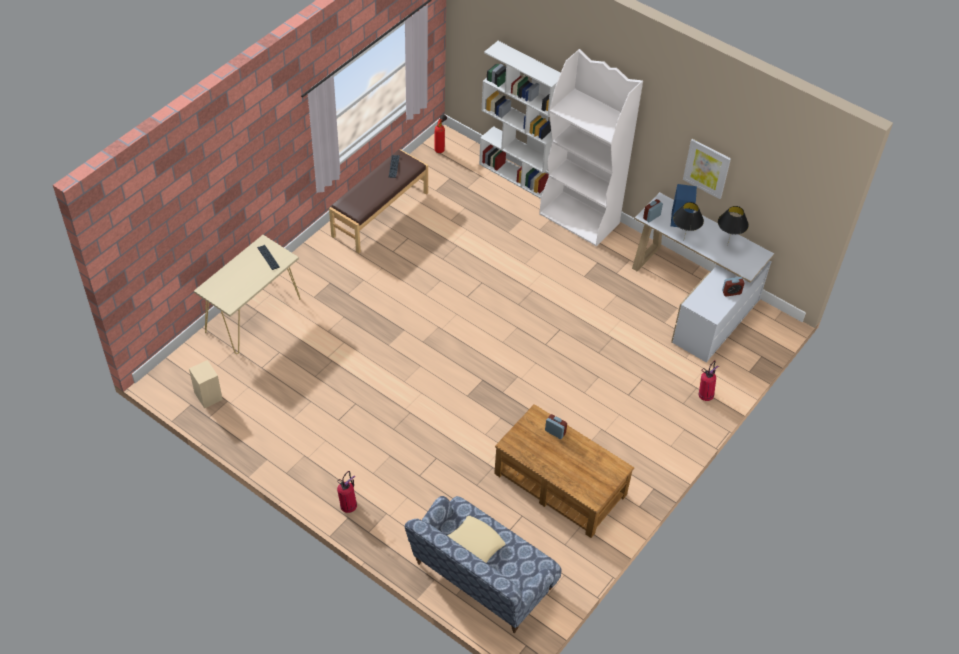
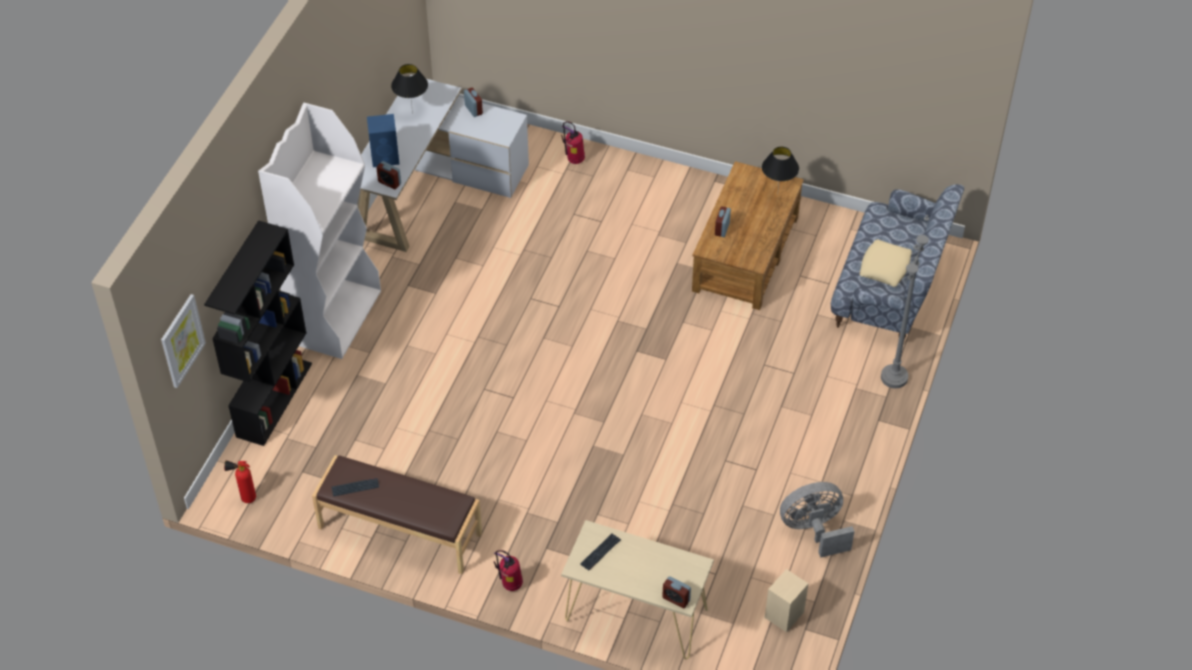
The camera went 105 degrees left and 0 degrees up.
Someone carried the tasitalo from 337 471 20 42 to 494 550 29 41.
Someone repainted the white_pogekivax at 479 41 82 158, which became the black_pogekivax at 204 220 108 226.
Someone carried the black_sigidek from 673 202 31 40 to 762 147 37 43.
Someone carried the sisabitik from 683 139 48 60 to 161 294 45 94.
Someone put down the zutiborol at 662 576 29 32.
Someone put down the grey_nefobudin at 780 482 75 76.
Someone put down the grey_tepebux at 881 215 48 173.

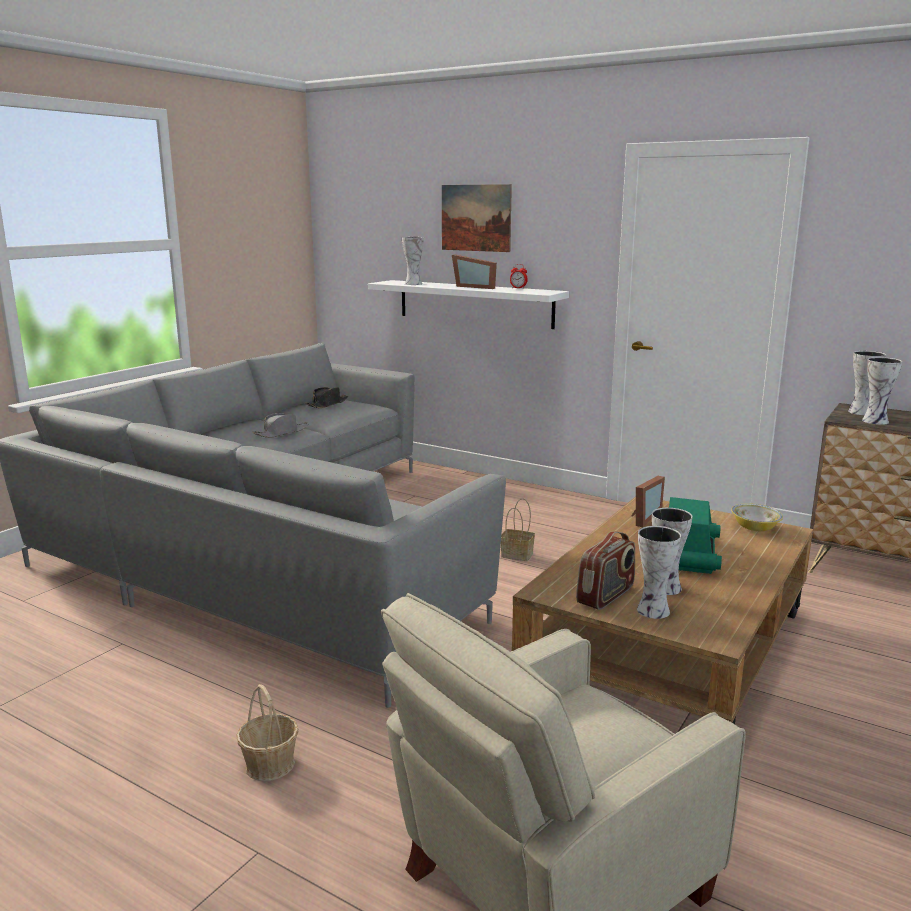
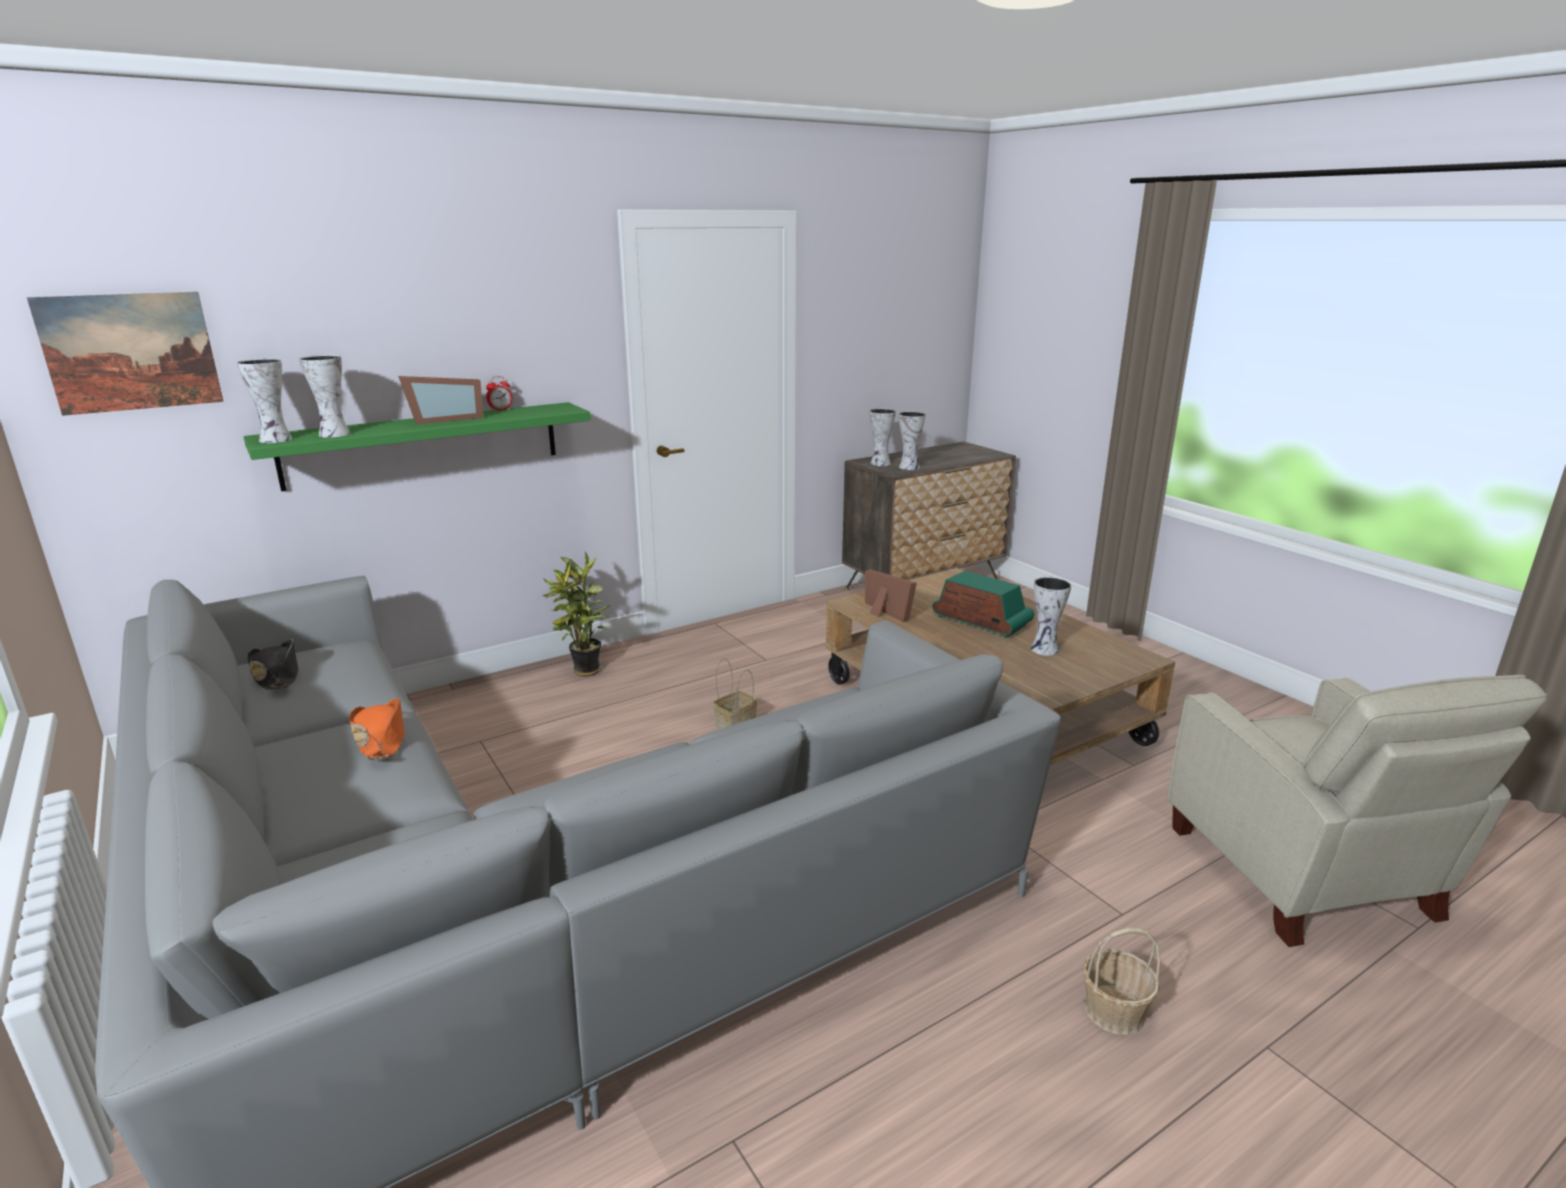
The camera went 65 degrees left and 5 degrees up.
Someone repainted the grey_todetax at 252 413 57 25, which became the orange_todetax at 349 698 55 61.
Someone repainted the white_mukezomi at 368 280 201 49, which became the green_mukezomi at 244 402 347 89.
Someone carried the sisabitik from 442 184 70 68 to 27 292 197 124.
Someone took away the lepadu at 576 531 59 79.
Someone carried the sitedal from 637 526 44 93 to 237 358 55 85.
Someone took away the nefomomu at 731 503 52 28.
Someone put down the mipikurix at 543 551 67 126.

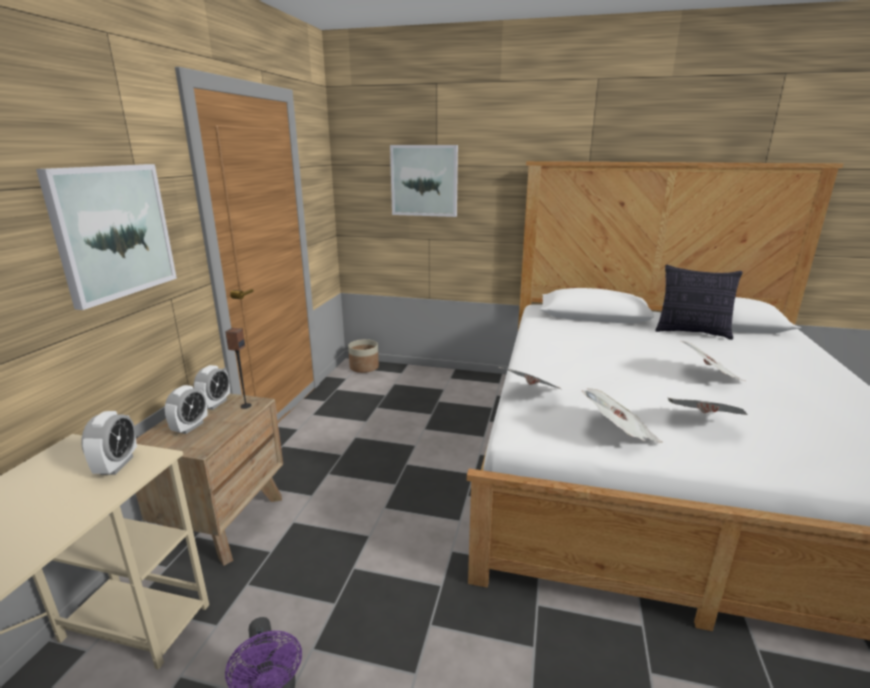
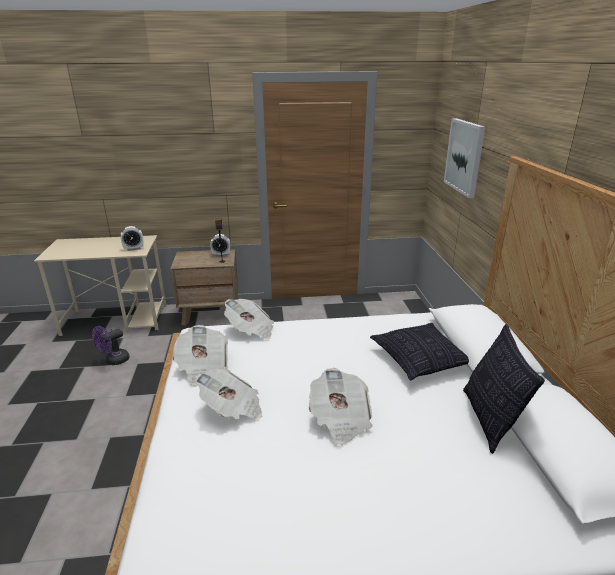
The camera went 70 degrees right and 5 degrees up.
Someone took away the sisabitik at 36 164 141 146.
Someone took away the zutiborol at 165 385 43 49.
Someone took away the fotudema at 348 339 31 34.
Someone put down the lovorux at 370 323 99 57.

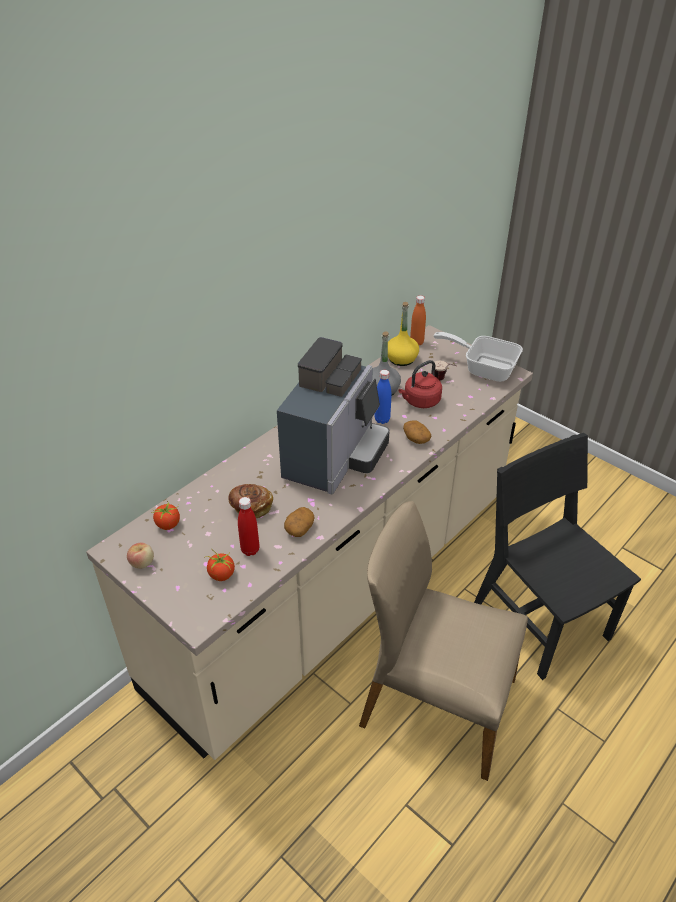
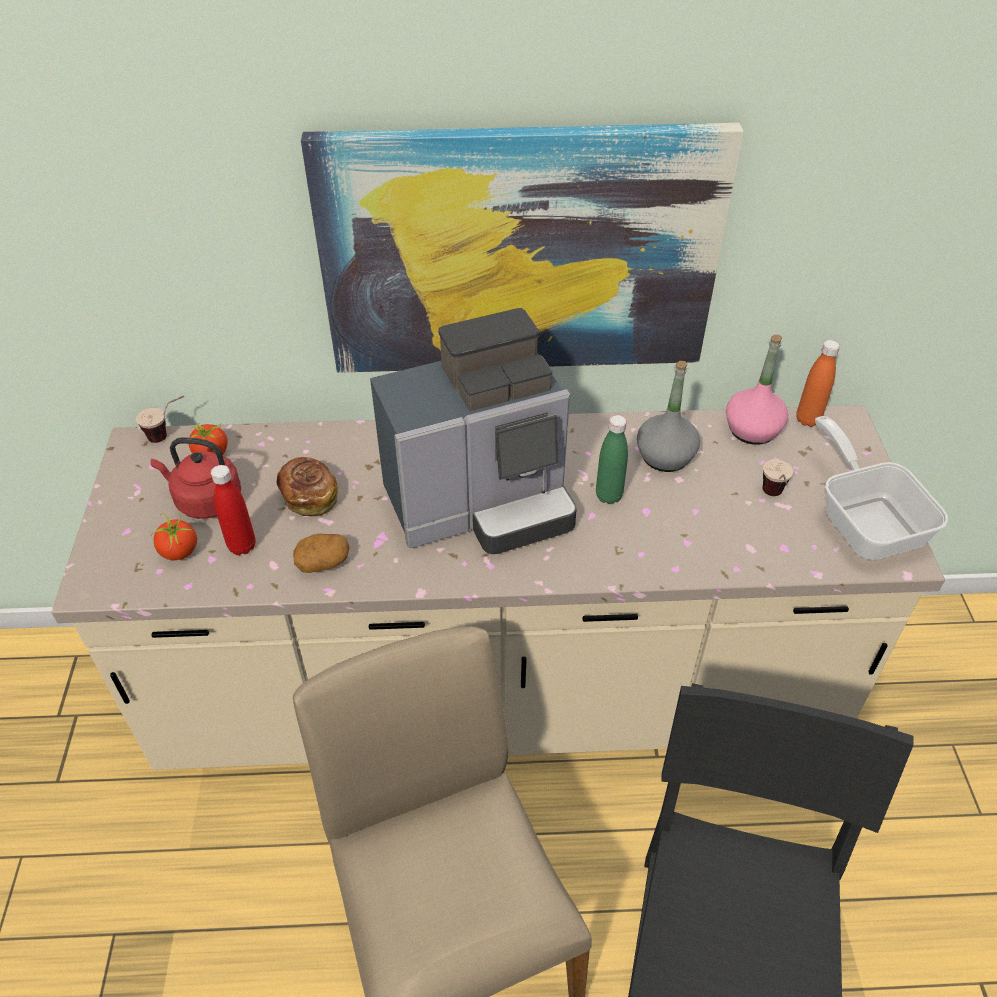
The camera went 45 degrees right and 5 degrees up.
Someone took away the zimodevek at 127 543 27 26.
Someone repainted the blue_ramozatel at 375 370 16 54, which became the green_ramozatel at 596 415 32 89.
Someone repainted the yellow_ramozatel at 388 302 31 64, which became the pink_ramozatel at 726 335 62 110.
Someone carried the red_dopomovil from 398 360 44 48 to 150 438 91 81.
Someone took away the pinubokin at 403 420 28 24.
Someone put down the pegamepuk at 136 396 48 47.
Someone put up the sisabitik at 301 123 442 250.

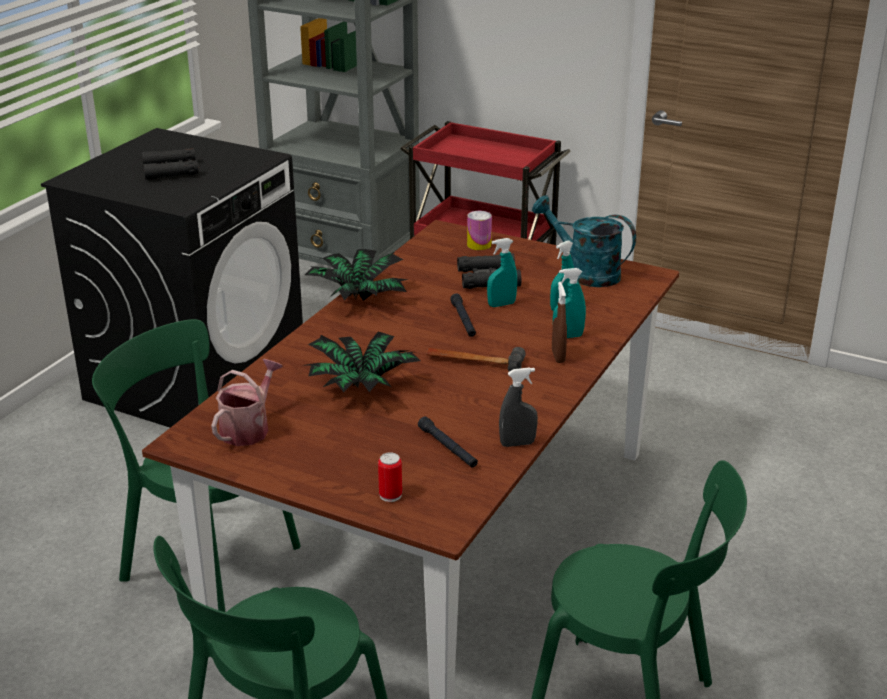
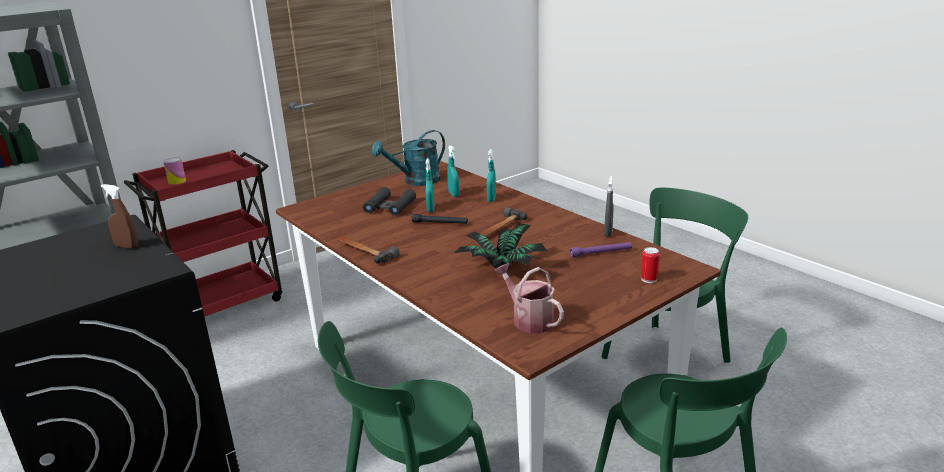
The camera went 65 degrees left and 5 degrees down.
Someone took away the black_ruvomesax at 142 148 57 32.
Someone swapped the mipikurix at 305 249 104 52 for the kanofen at 337 236 62 28.
Someone repainted the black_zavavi at 418 416 60 52, which became the purple_zavavi at 570 242 62 15.
Someone carried the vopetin from 467 211 25 39 to 163 157 23 28.
Someone carried the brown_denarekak from 552 282 15 81 to 101 184 37 65.

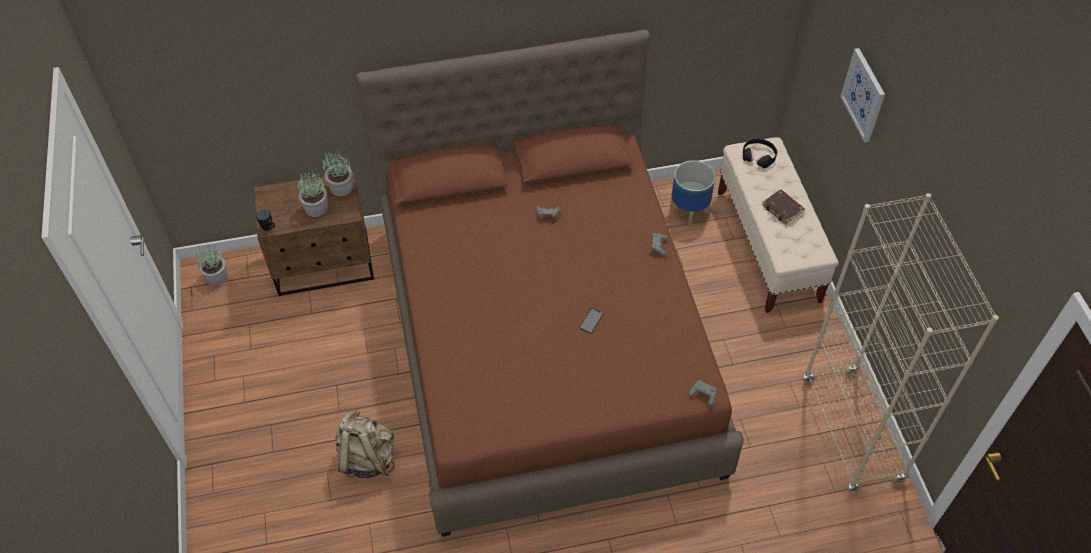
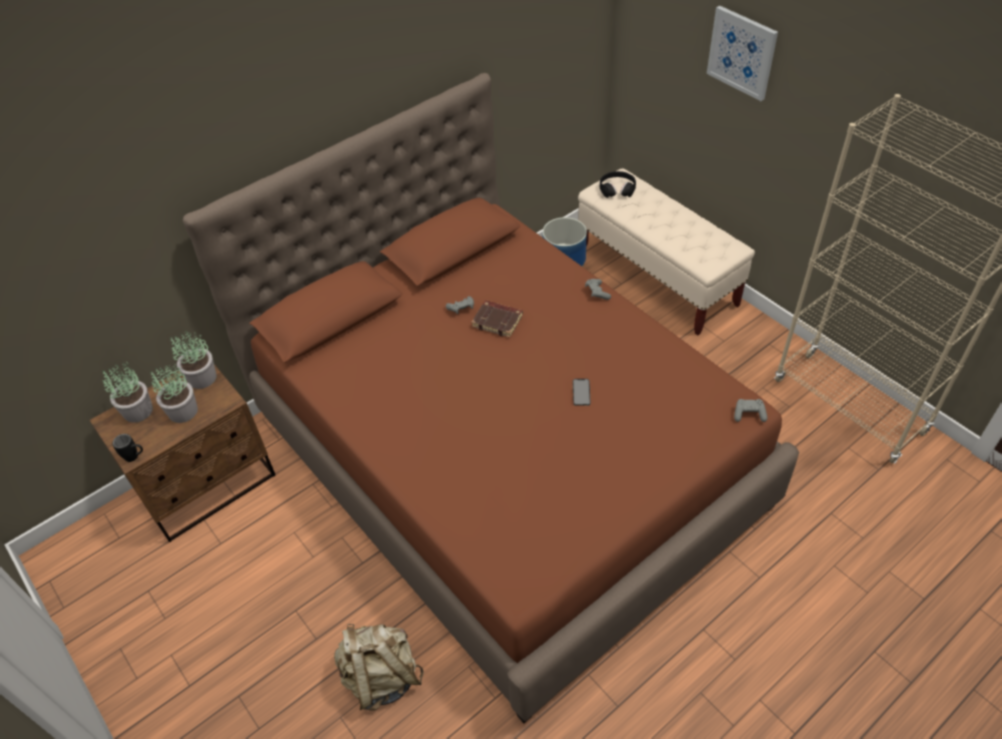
The camera went 25 degrees left and 5 degrees down.
Someone carried the mipikurix from 196 244 31 42 to 102 361 51 62.
Someone carried the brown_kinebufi from 762 190 43 35 to 471 300 52 38.

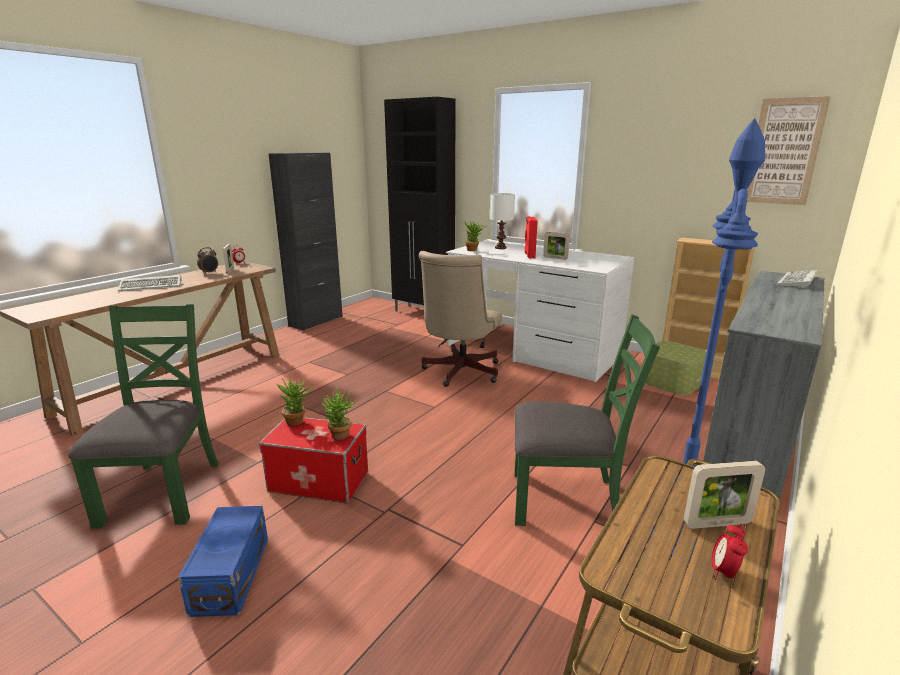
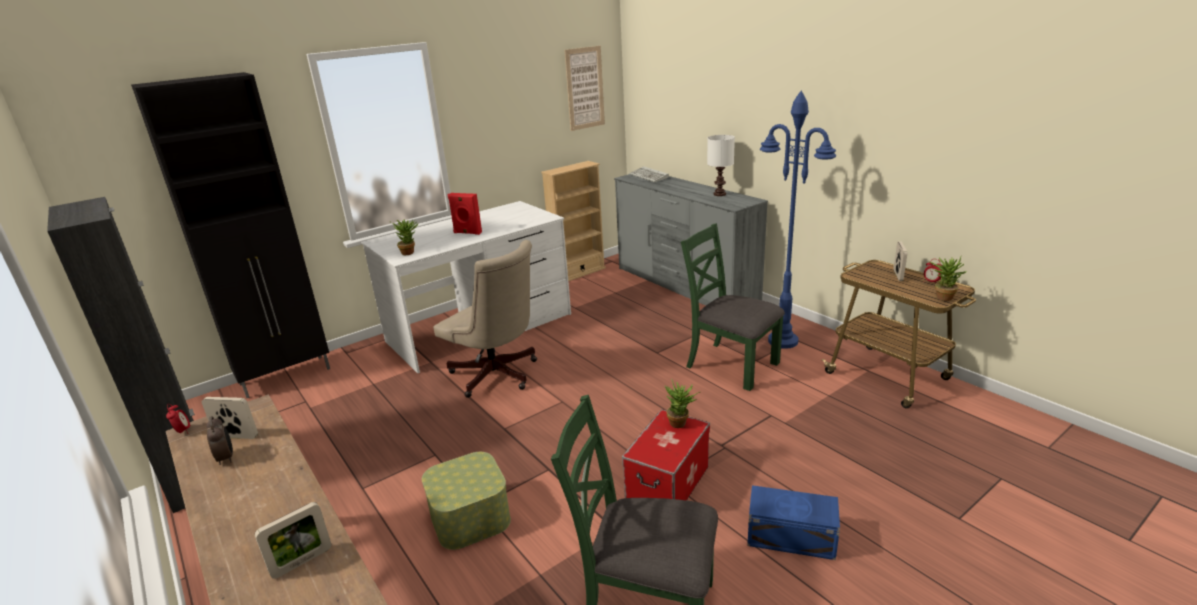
The camera went 70 degrees left and 5 degrees up.
Someone took away the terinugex at 118 275 64 16.
Someone carried the mipikurix from 277 378 36 48 to 929 257 38 44.
Someone carried the white_sigidek from 490 193 25 56 to 707 135 28 61.
Someone rotated the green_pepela at 514 314 146 212 by 75 degrees counterclockwise.
Someone carried the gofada from 543 232 27 28 to 255 502 76 77.
Someone carried the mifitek from 645 341 61 54 to 422 452 89 98.

